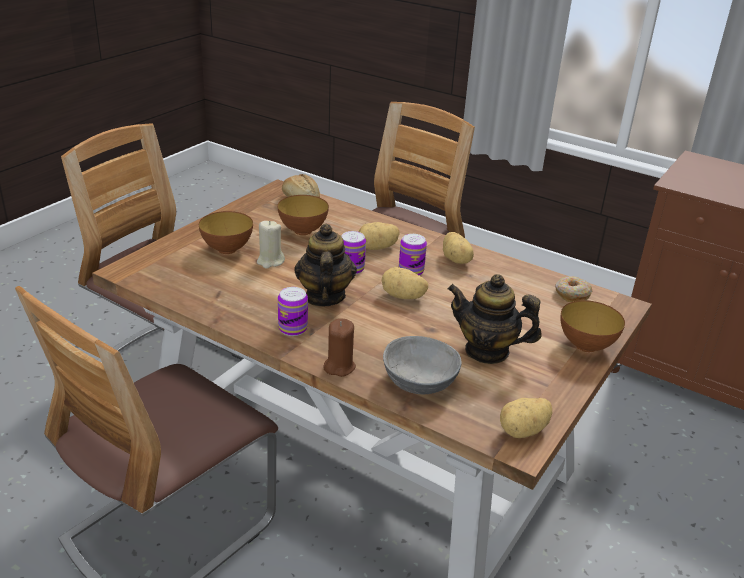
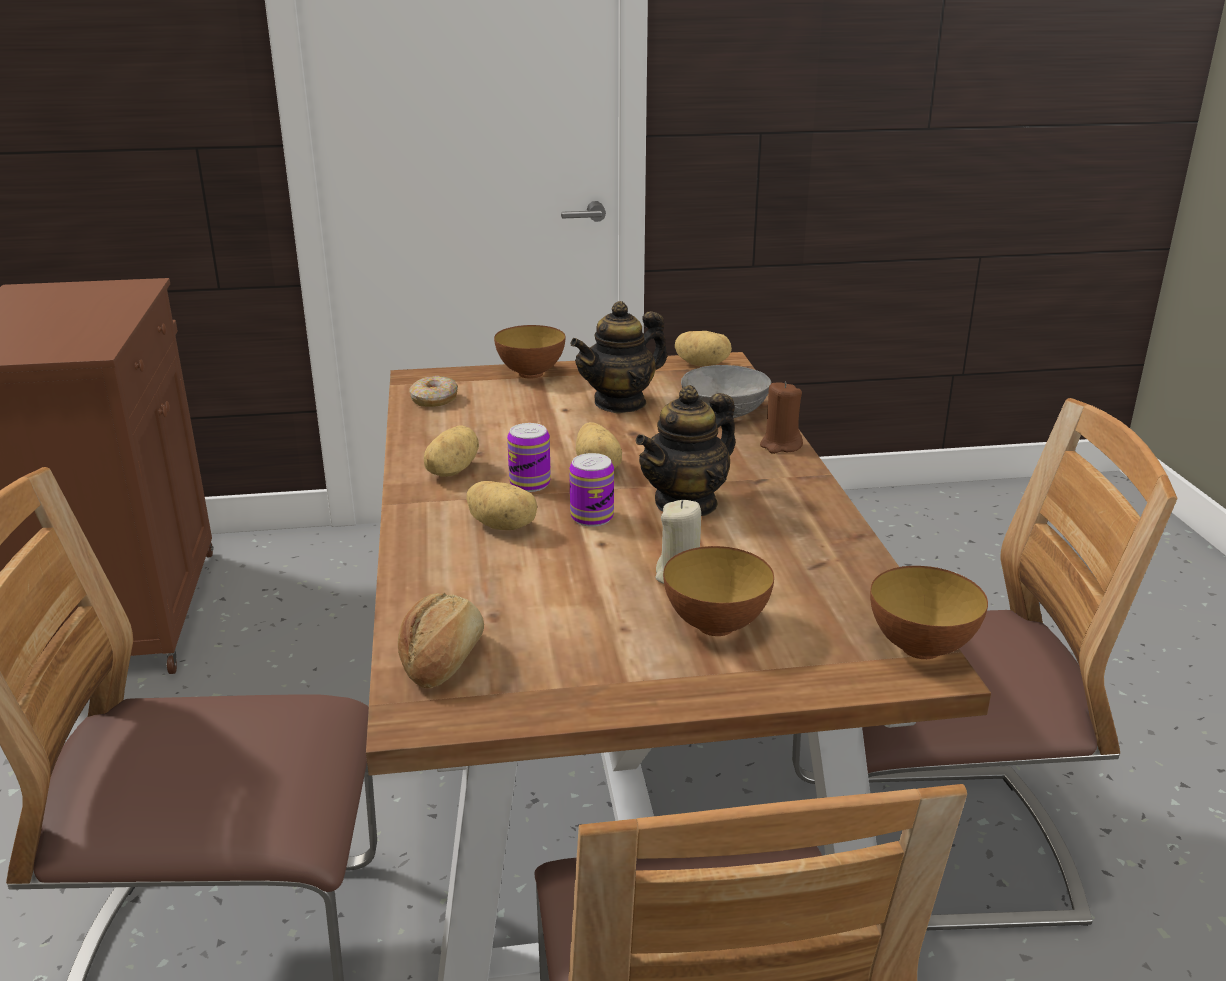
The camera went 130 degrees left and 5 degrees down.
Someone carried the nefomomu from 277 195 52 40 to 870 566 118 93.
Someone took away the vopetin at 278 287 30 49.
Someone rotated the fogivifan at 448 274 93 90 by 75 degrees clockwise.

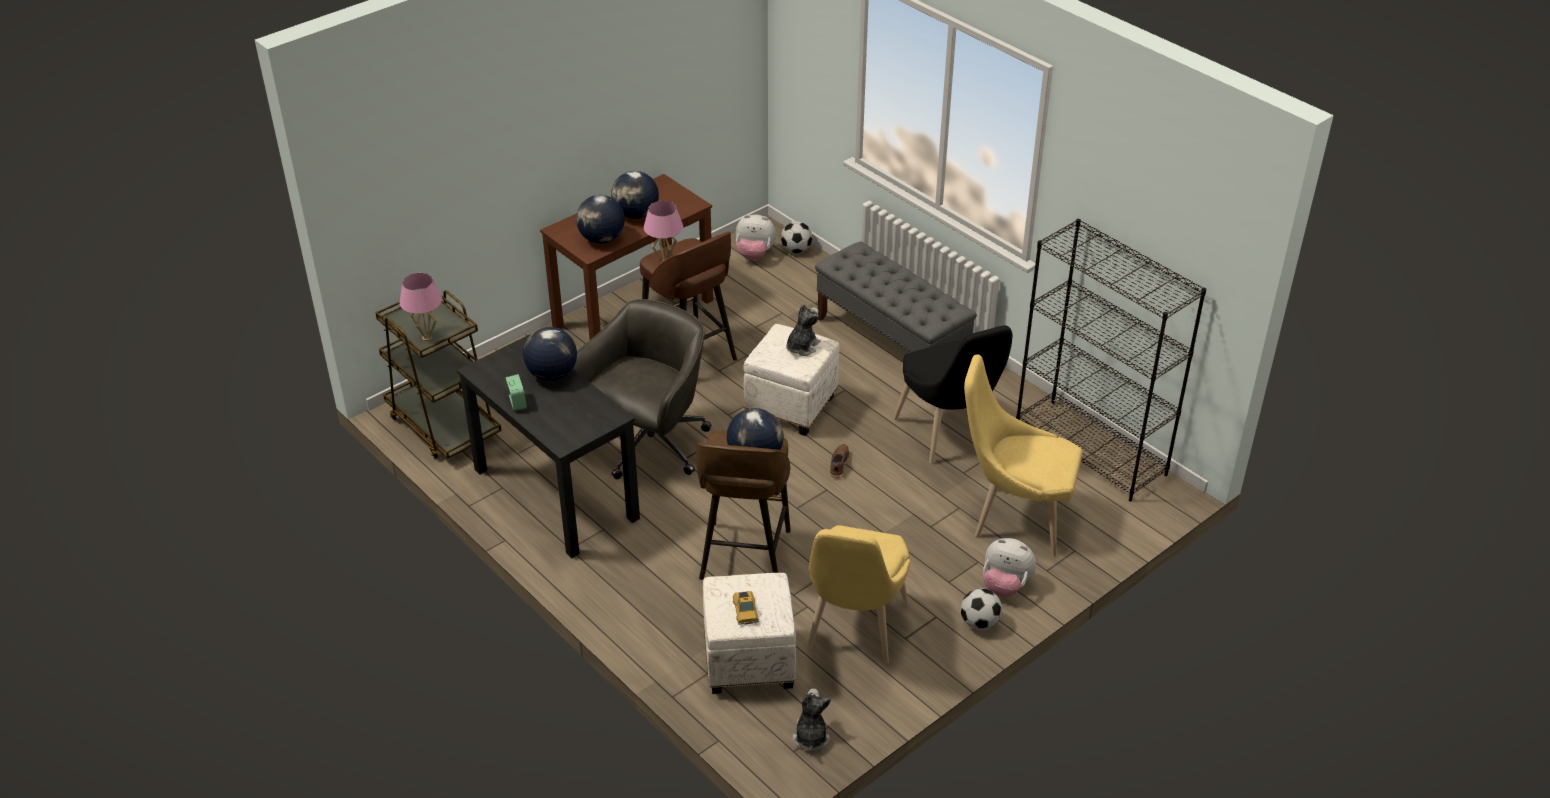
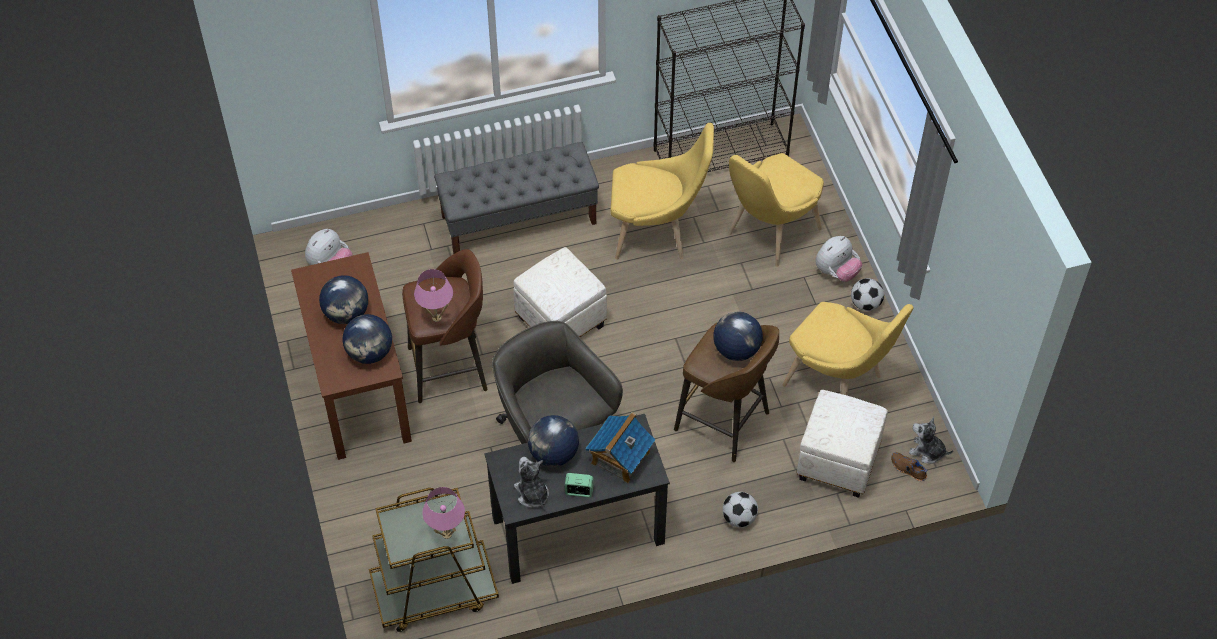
The camera went 65 degrees left and 15 degrees up.
Someone took away the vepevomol at 733 591 26 34.
Someone carried the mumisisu from 781 221 31 32 to 723 492 35 35.
Someone carried the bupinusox from 786 304 35 52 to 514 457 35 50.
Someone carried the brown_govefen from 830 444 19 34 to 891 452 37 29.
Someone repainted the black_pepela at 893 325 119 139, which became the yellow_pepela at 611 123 103 137.
Someone put down the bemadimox at 585 412 71 71.

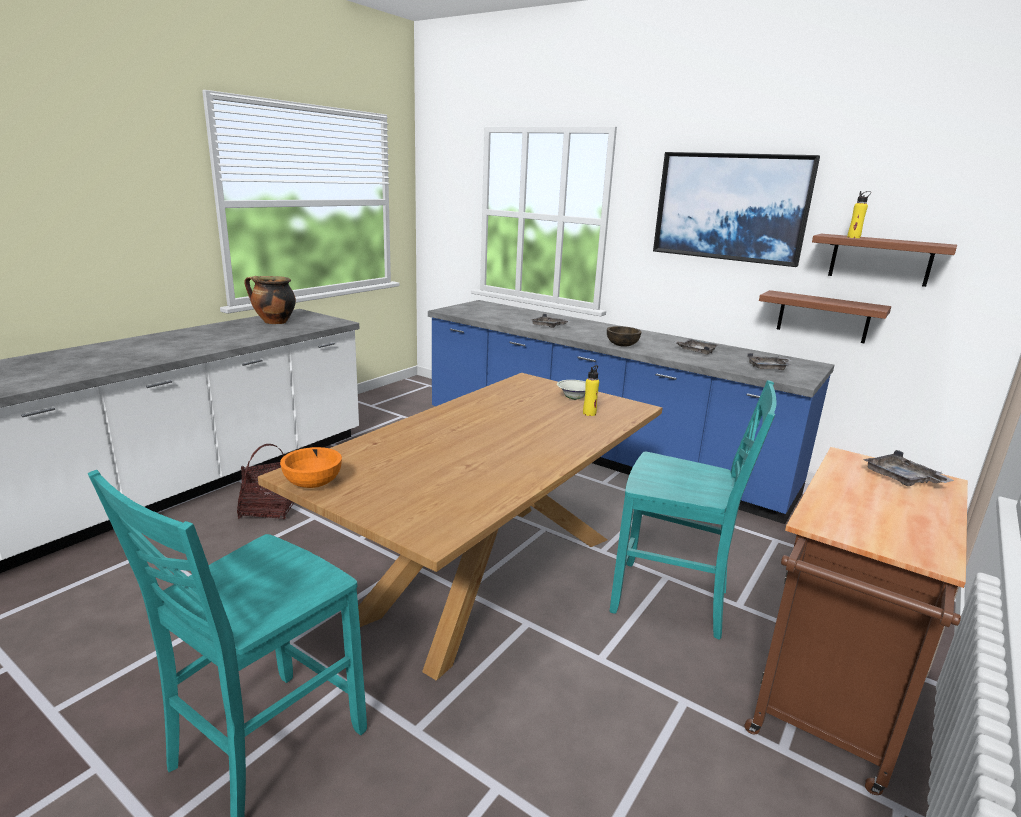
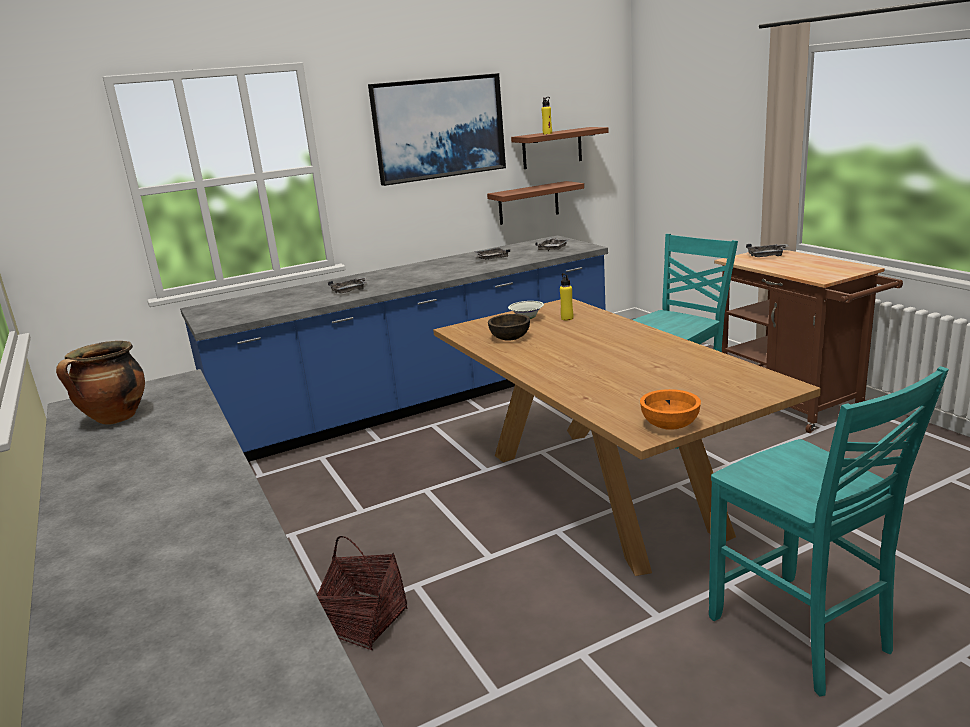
The camera went 60 degrees left and 0 degrees up.
Someone carried the brown_nefomomu from 607 326 34 20 to 488 314 42 27.

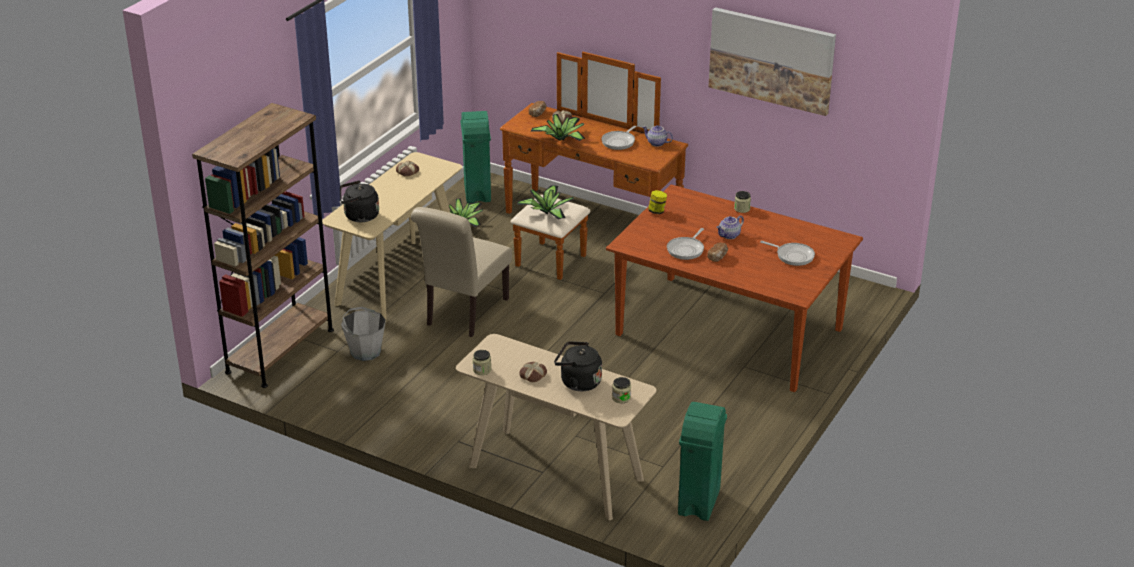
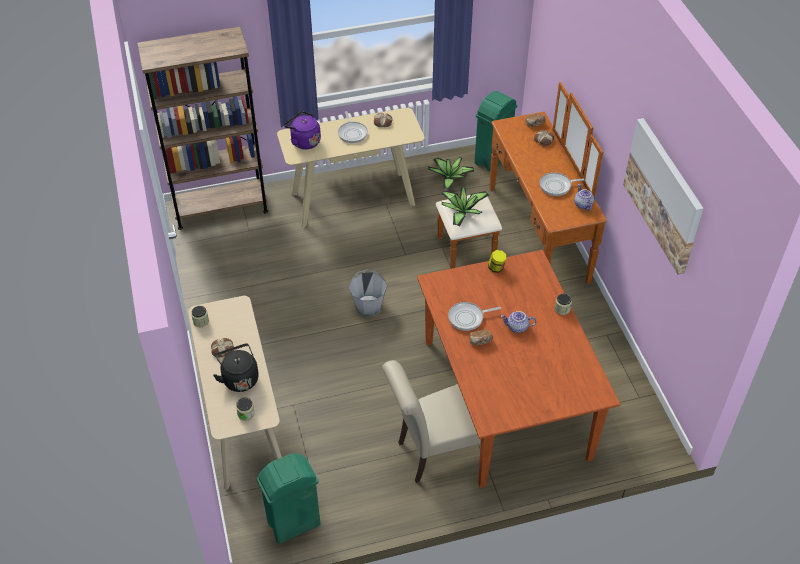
The camera went 45 degrees right and 15 degrees up.
Someone repainted the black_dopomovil at 340 181 39 41, which became the purple_dopomovil at 284 111 37 38.
Someone carried the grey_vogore from 341 307 45 54 to 349 269 38 47.
Someone carried the beige_pepela from 411 207 101 130 to 382 360 99 123.
Someone took away the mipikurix at 530 114 55 27.
Someone carried the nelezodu from 760 241 55 25 to 338 111 30 32.

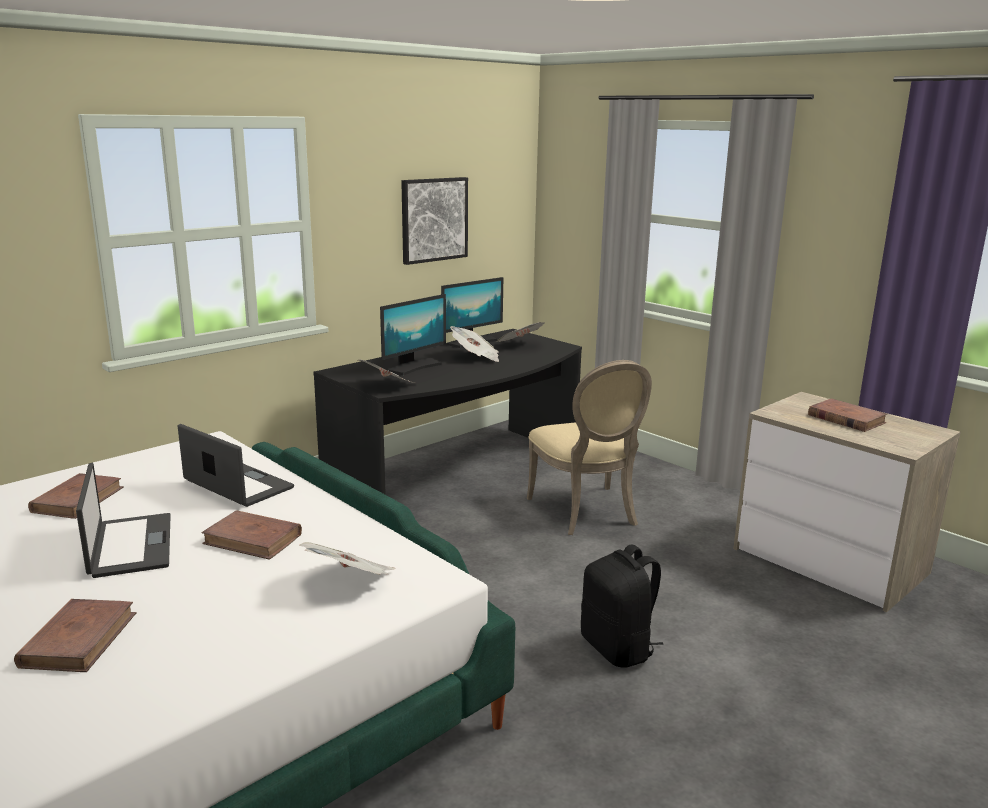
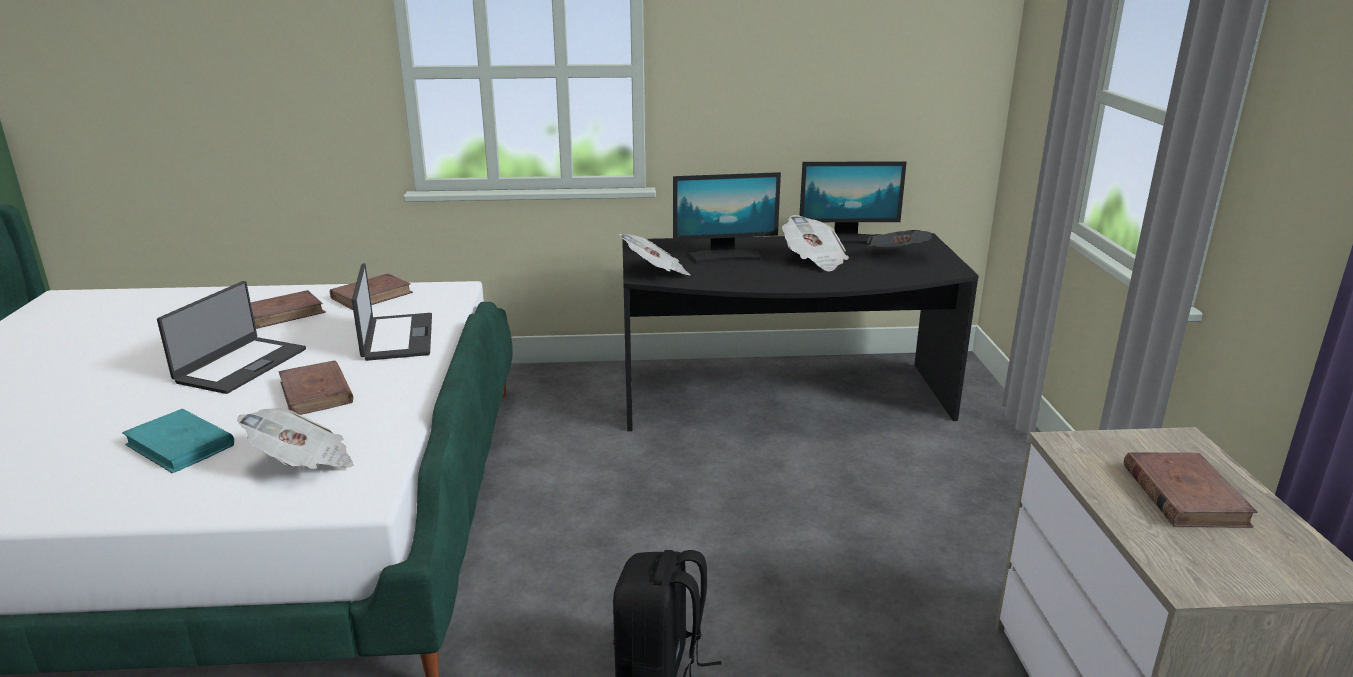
The camera went 40 degrees right and 5 degrees up.
Someone carried the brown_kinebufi from 14 599 123 73 to 330 273 83 37.
Someone took away the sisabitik at 401 177 67 88.
Someone took away the beige_pepela at 527 360 125 175.
Someone put down the turquoise_kinebufi at 122 409 112 64.

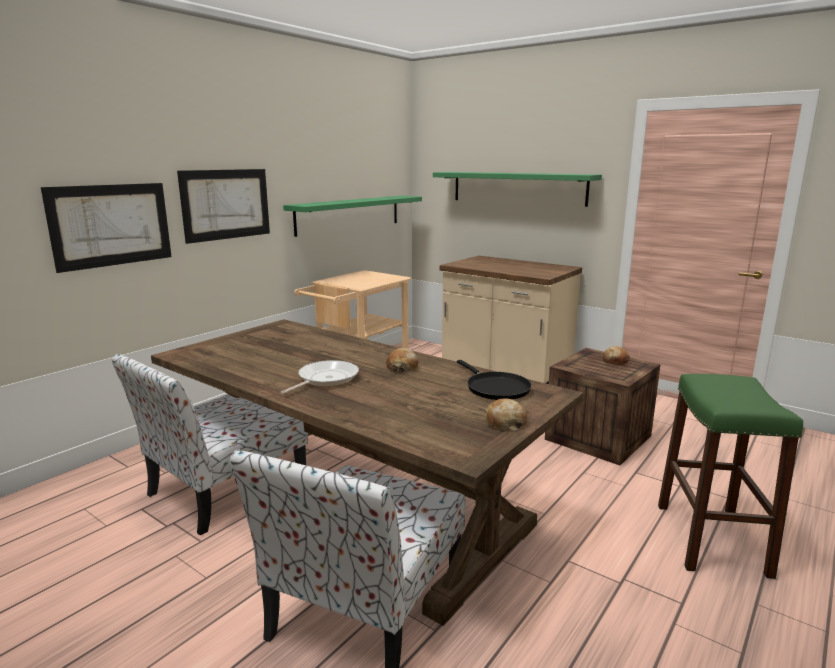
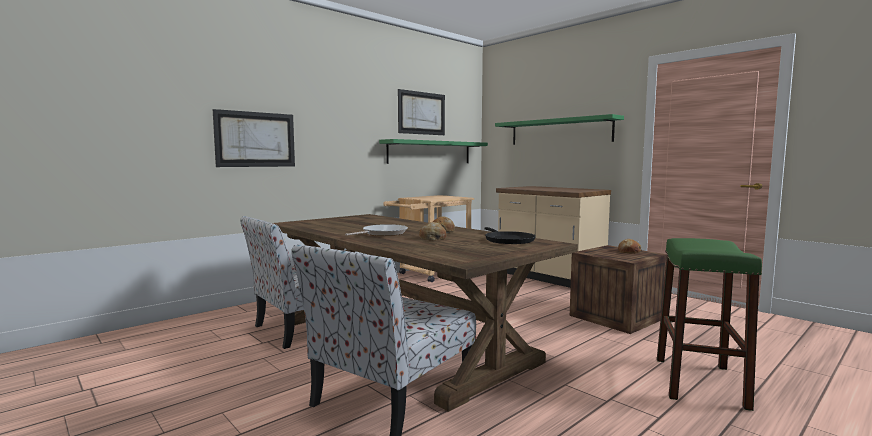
The camera went 10 degrees right and 10 degrees down.
Someone carried the sisabitik from 177 169 93 75 to 398 89 47 46.
Someone carried the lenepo from 485 399 42 32 to 419 222 27 19.

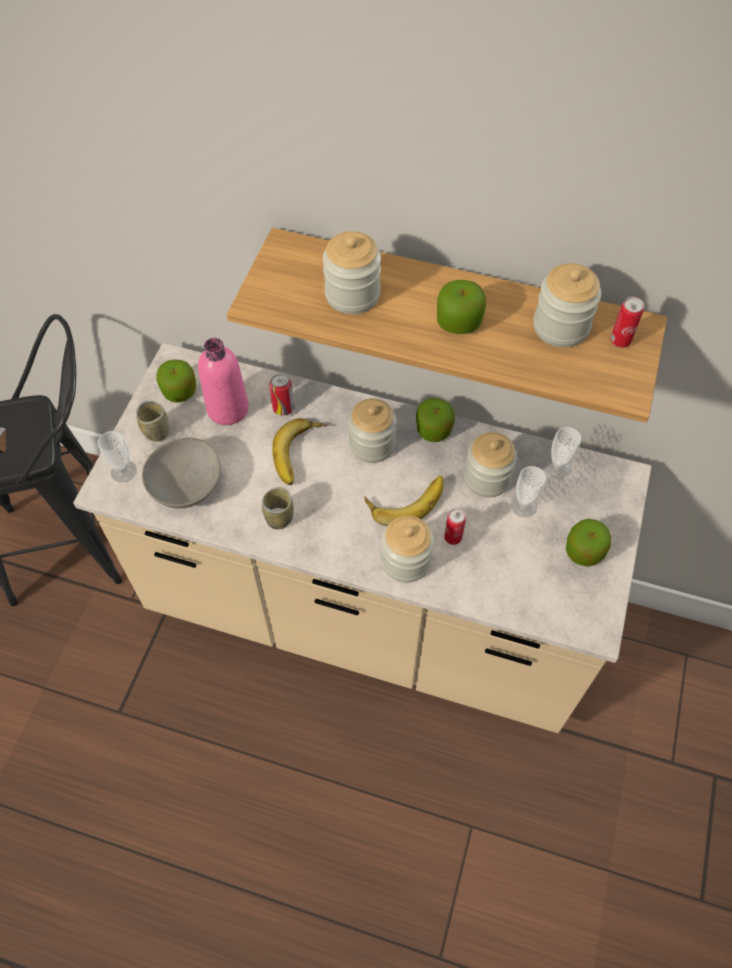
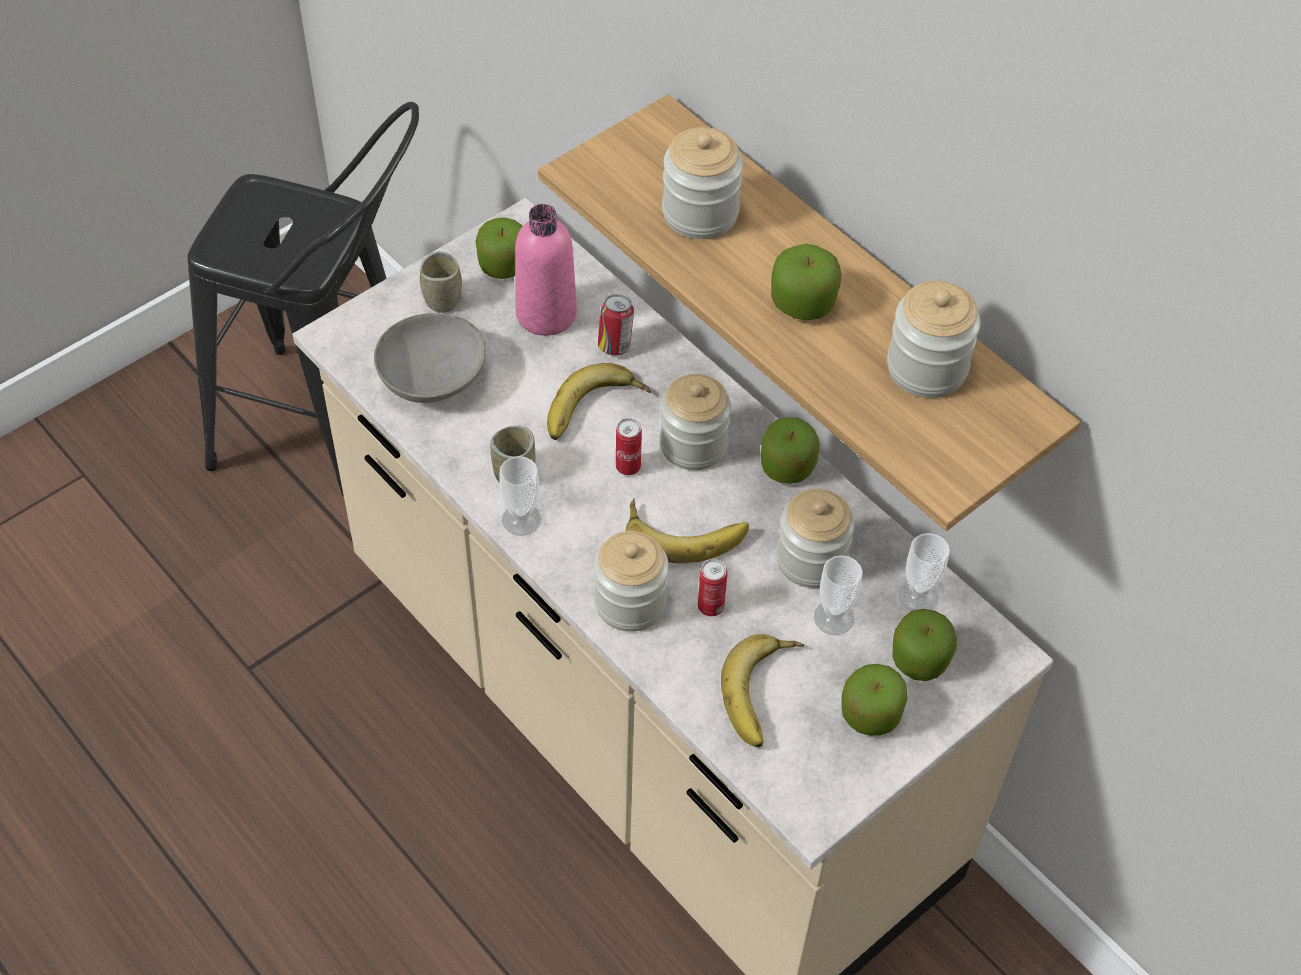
The camera went 30 degrees right and 5 degrees down.
Someone carried the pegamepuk from 98 431 39 52 to 499 456 42 80.
Someone carried the vopetin from 610 297 34 51 to 616 418 26 57.
Someone put down the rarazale at 721 634 83 113.
Someone put down the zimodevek at 892 609 65 72.

